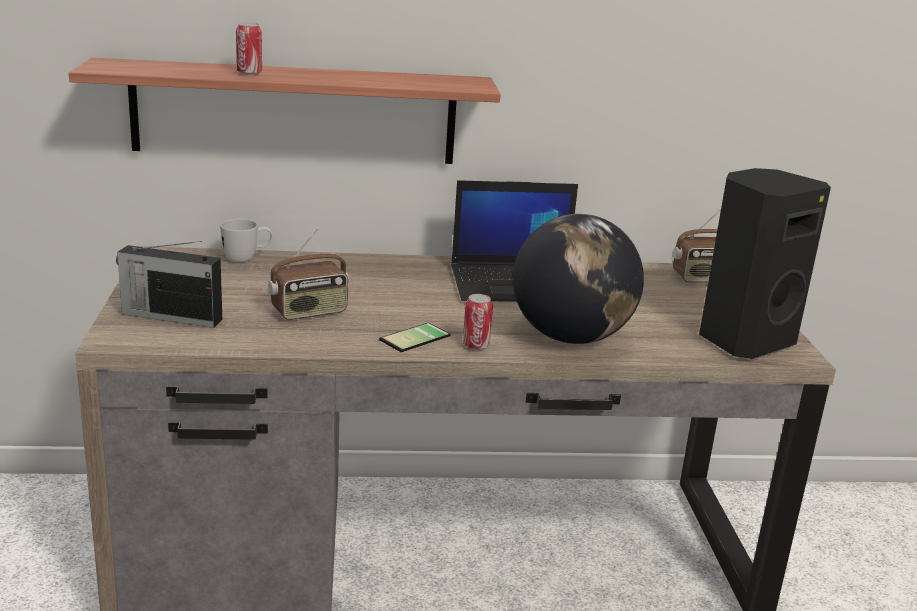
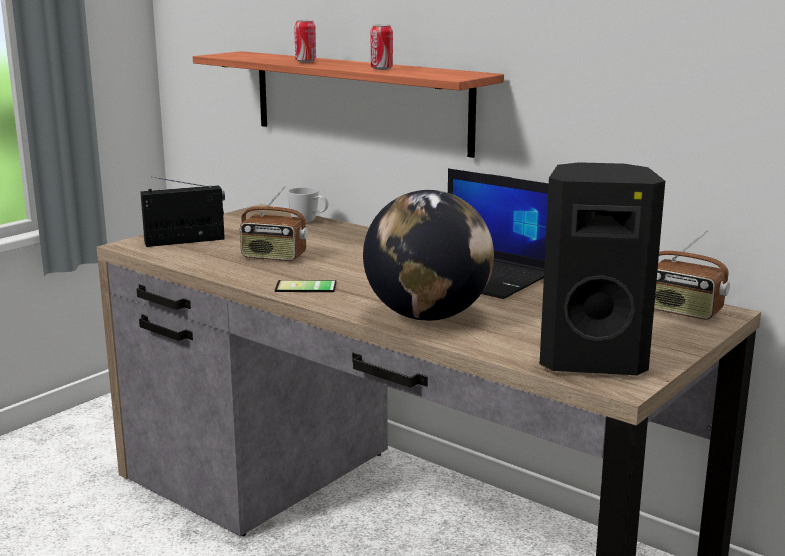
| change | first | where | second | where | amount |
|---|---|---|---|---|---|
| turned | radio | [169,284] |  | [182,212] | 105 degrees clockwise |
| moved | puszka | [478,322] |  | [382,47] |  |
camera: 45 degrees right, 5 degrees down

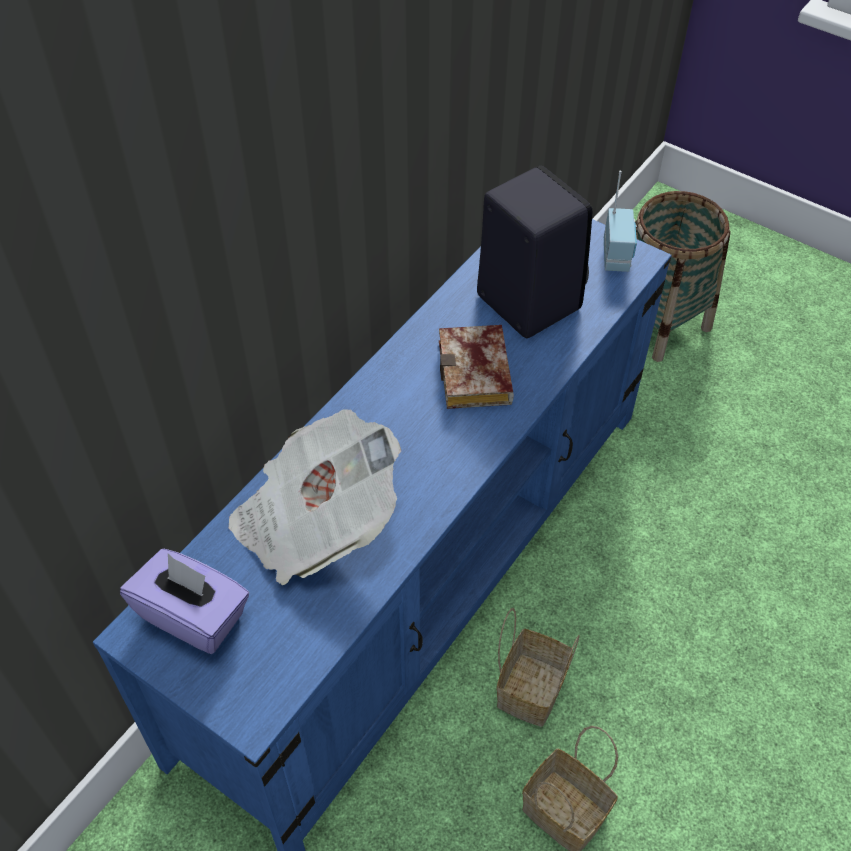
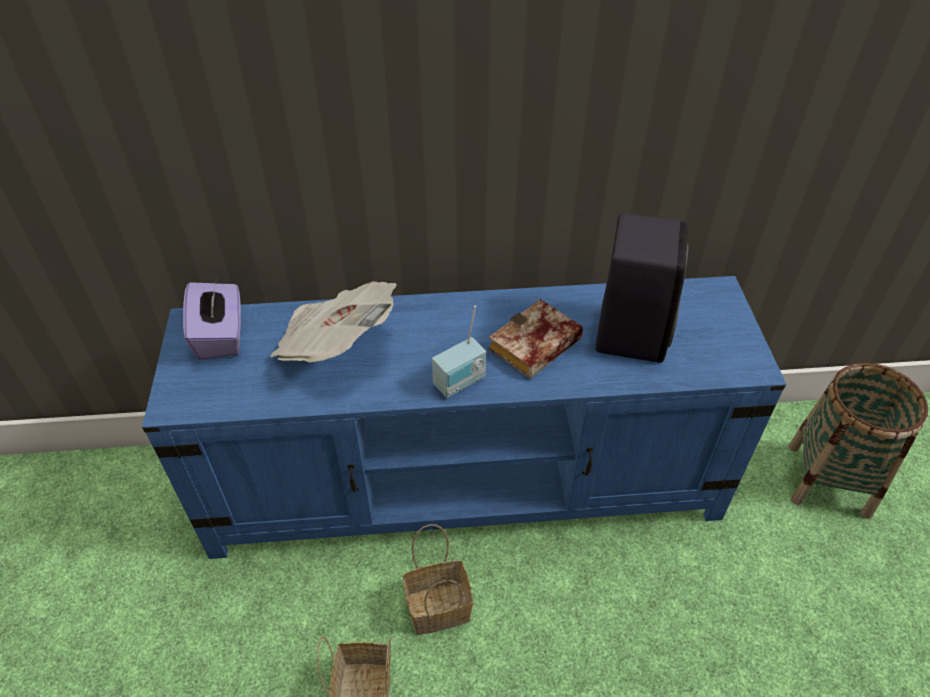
| change | first | where | second | where | amount |
|---|---|---|---|---|---|
| moved | radio | [620,221] |  | [459,351] |  |
camera: 50 degrees right, 5 degrees down

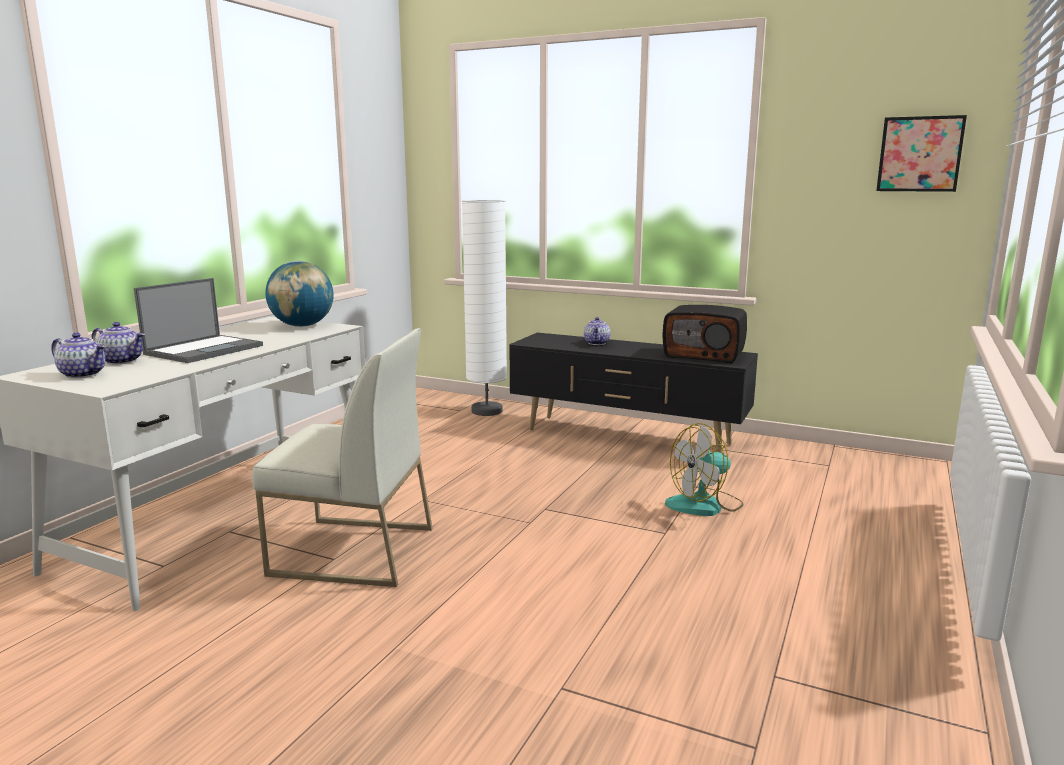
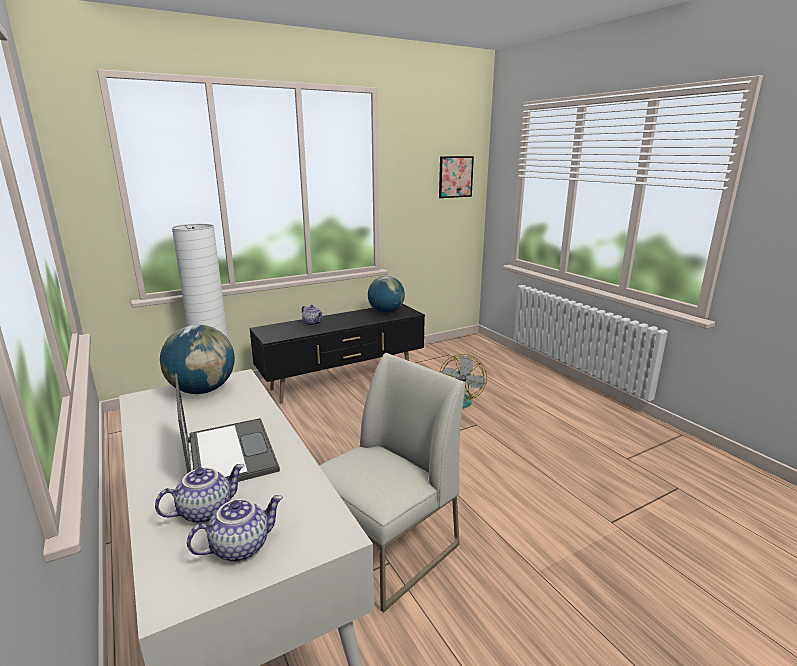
| change | first | where | second | where | amount |
|---|---|---|---|---|---|
| replaced | radio | [705,334] | globus | [386,294] |  |
camera: 55 degrees left, 5 degrees up

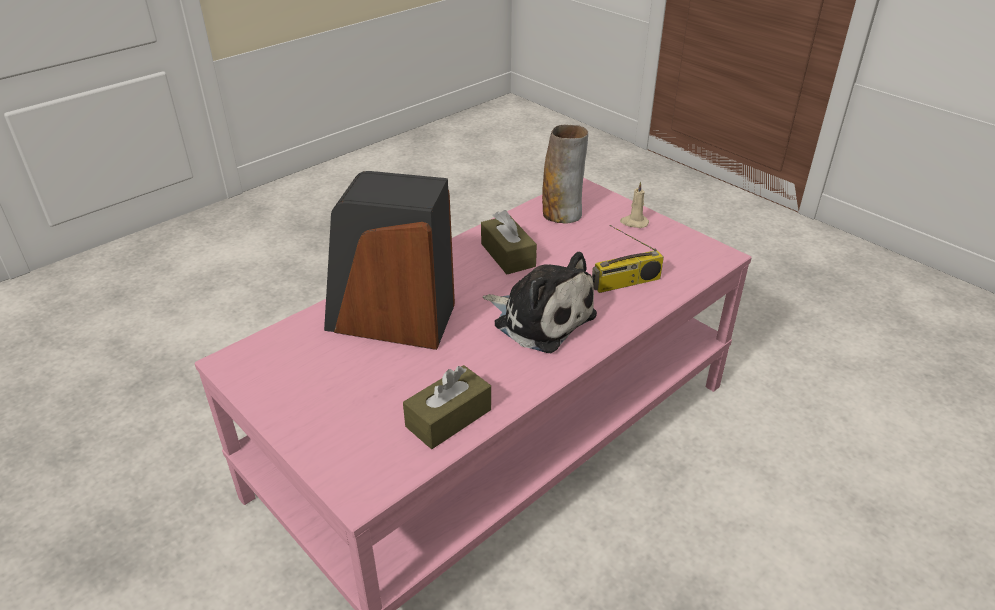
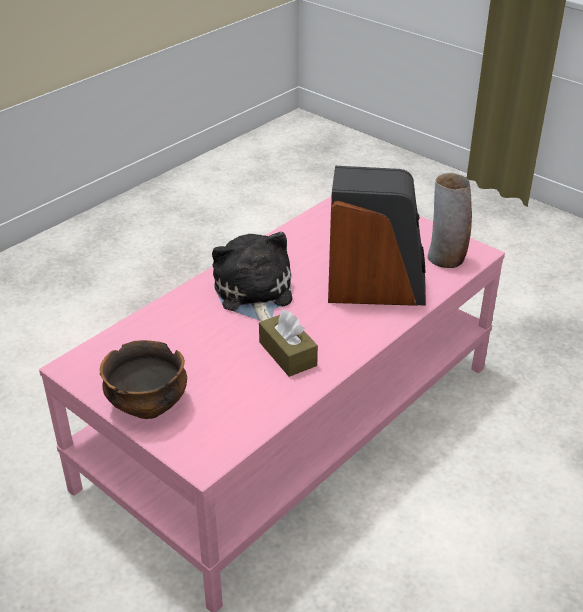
| change | first | where | second | where | amount |
|---|---|---|---|---|---|
| moved | wazon | [565,174] |  | [450,220] |  |
| replaced | świeca/beżowy | [634,204] | miska | [143,379] |  |
| removed | radio | [628,259] |  |  |  |
| turned | pluszak | [540,302] |  | [252,276] | 45 degrees clockwise |
| removed | pudełko chusteczek/brązowy | [447,407] |  |  |  |
camera: 175 degrees right, 0 degrees up

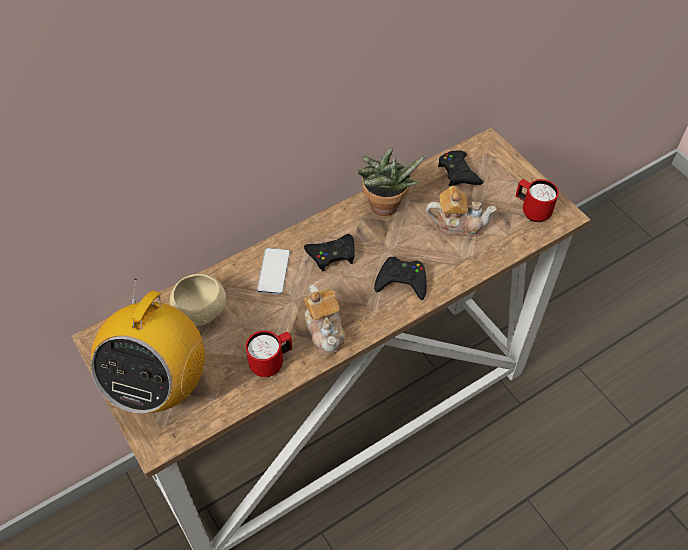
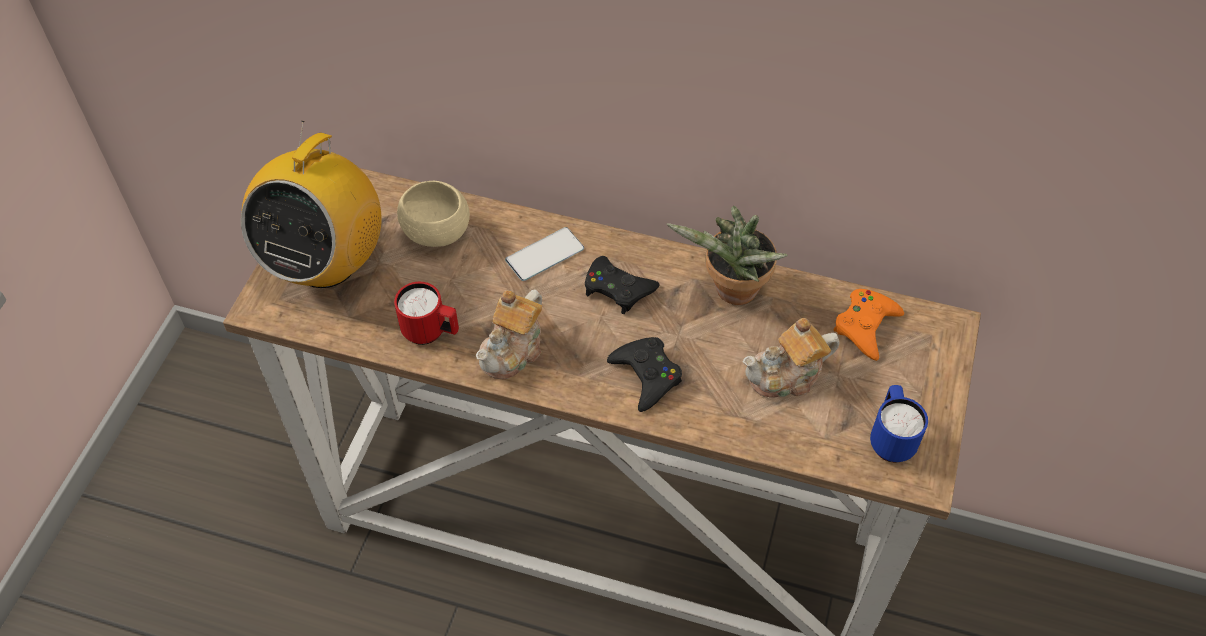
| change | first | where | second | where | amount |
|---|---|---|---|---|---|
| recoloured | pad do gier/czarny | [460,168] | pad do gier/pomarańczowy | [868,325] |  |
| recoloured | kubek/czerwony | [537,200] | kubek/niebieski | [899,424] |  |
| turned | imbryk | [461,211] |  | [791,358] | 105 degrees clockwise |
| turned | radio | [148,346] |  | [311,204] | 45 degrees counterclockwise |
camera: 50 degrees right, 0 degrees up

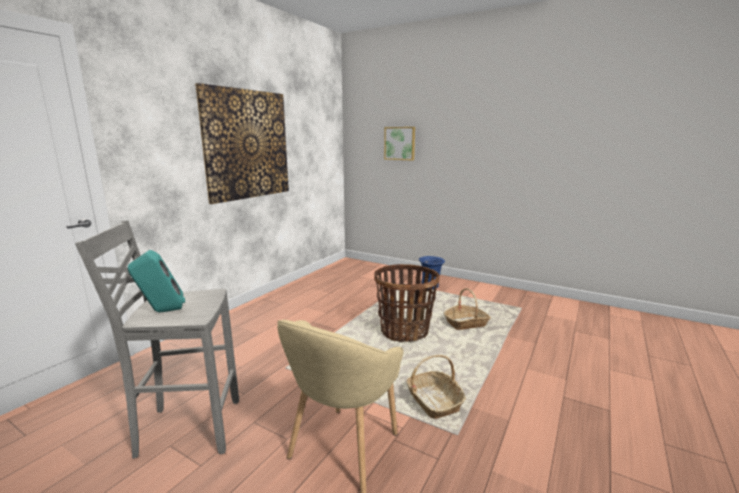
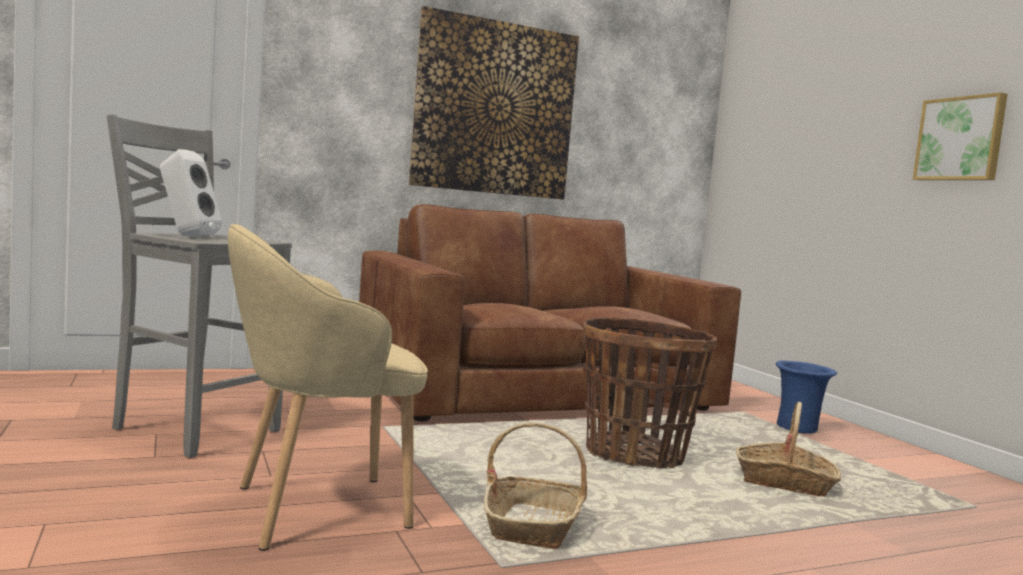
| change | first | where | second | where | amount |
|---|---|---|---|---|---|
| moved | obraz | [399,144] |  | [960,136] |  |
| recoloured | głośnik/turkusowy | [156,281] | głośnik/biały | [191,193] |  |
| added |  |  | kanapa/brązowy | [550,313] |  |
camera: 35 degrees right, 10 degrees down

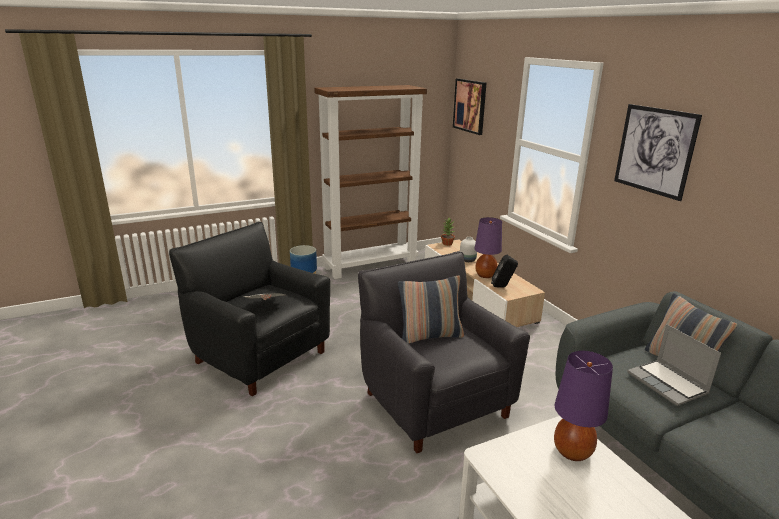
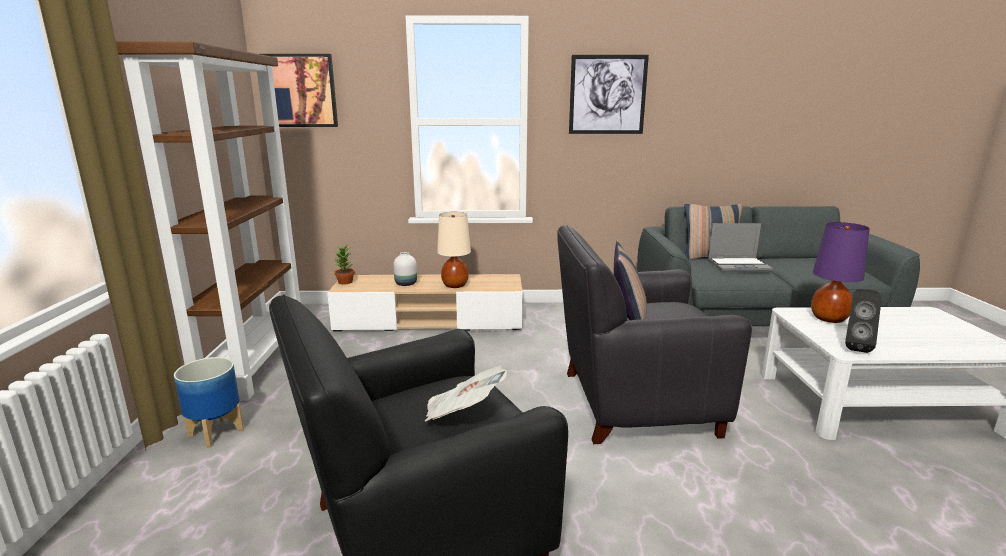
| change | first | where | second | where | amount |
|---|---|---|---|---|---|
| recoloured | lampa stołowa/fioletowy | [488,247] | lampa stołowa/beżowy | [454,250] |  |
| moved | głośnik/czarny | [504,271] |  | [863,321] |  |
camera: 65 degrees left, 5 degrees down

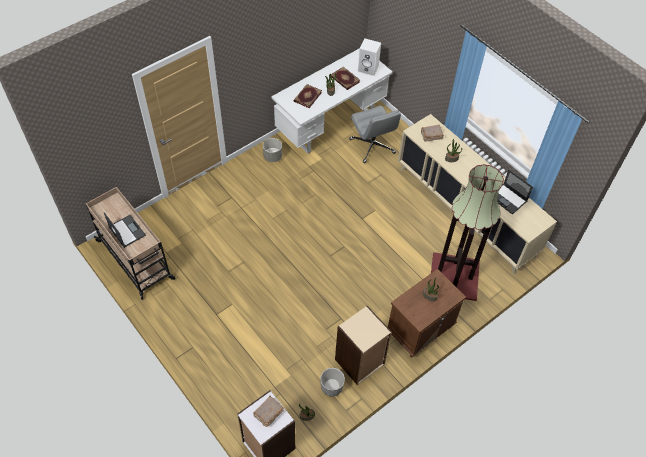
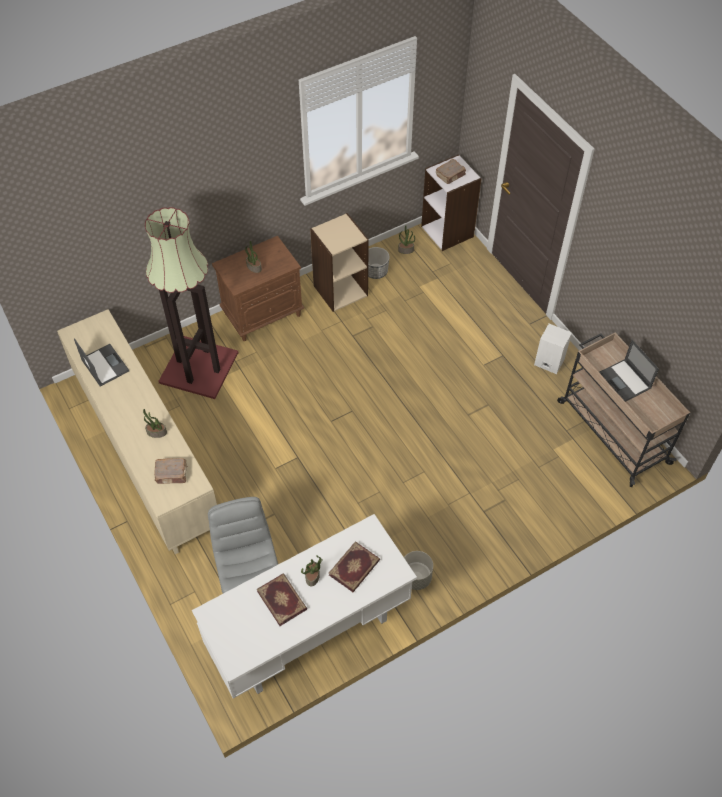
| change | first | where | second | where | amount |
|---|---|---|---|---|---|
| moved | głośnik/biały | [369,57] |  | [553,349] |  |
camera: 170 degrees left, 0 degrees up

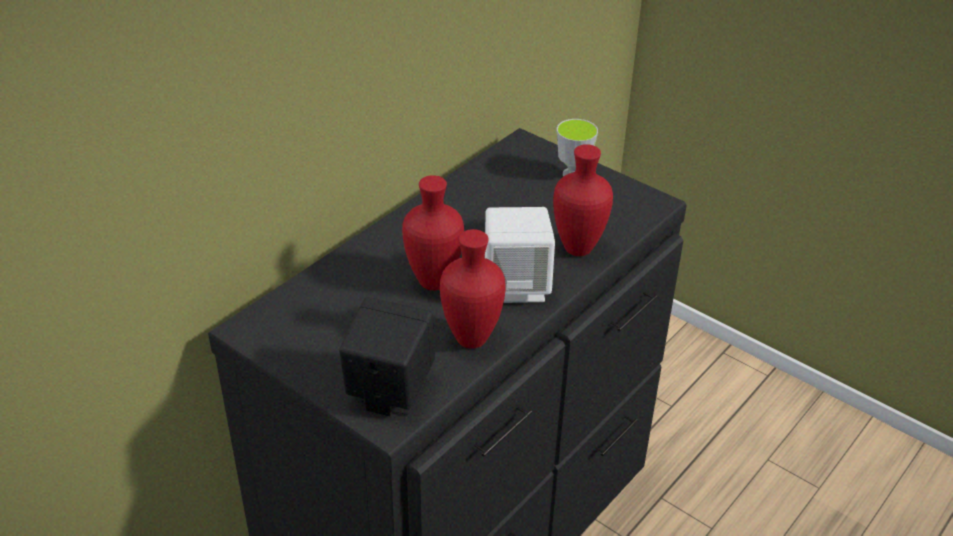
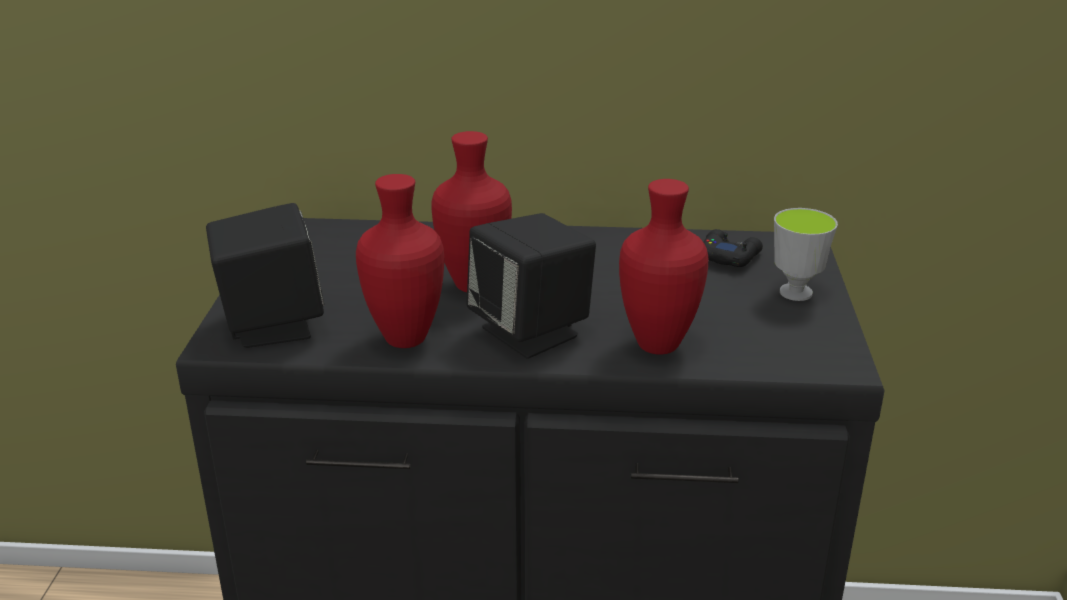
| change | first | where | second | where | amount |
|---|---|---|---|---|---|
| recoloured | głośnik/biały | [520,255] | głośnik/czarny | [531,286] |  |
| added |  |  | pad do gier/czarny | [733,248] |  |
camera: 55 degrees right, 10 degrees down

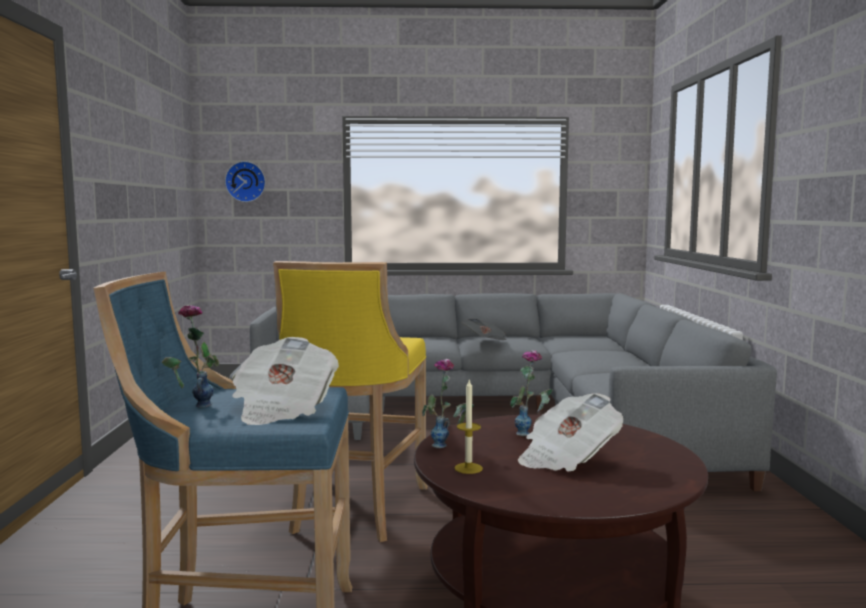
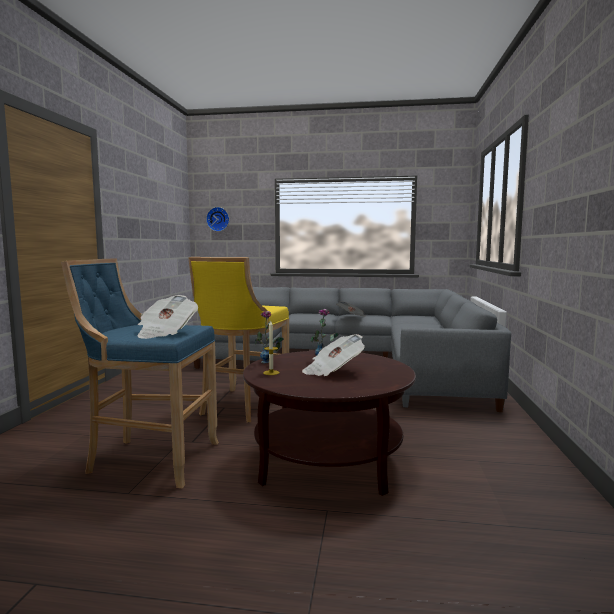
| change | first | where | second | where | amount |
|---|---|---|---|---|---|
| removed | wazon | [190,356] |  |  |  |
camera: 10 degrees right, 0 degrees up

